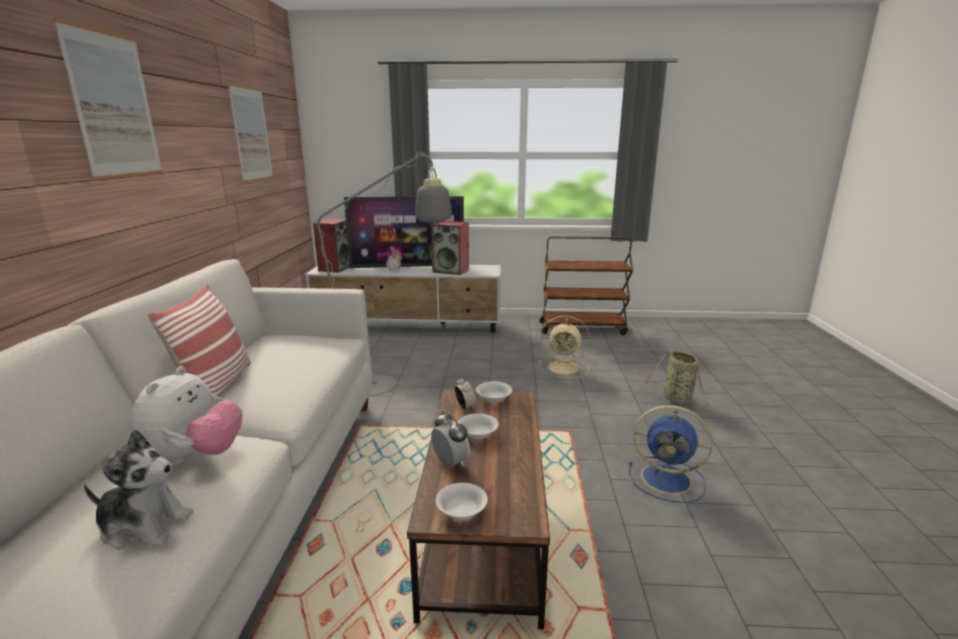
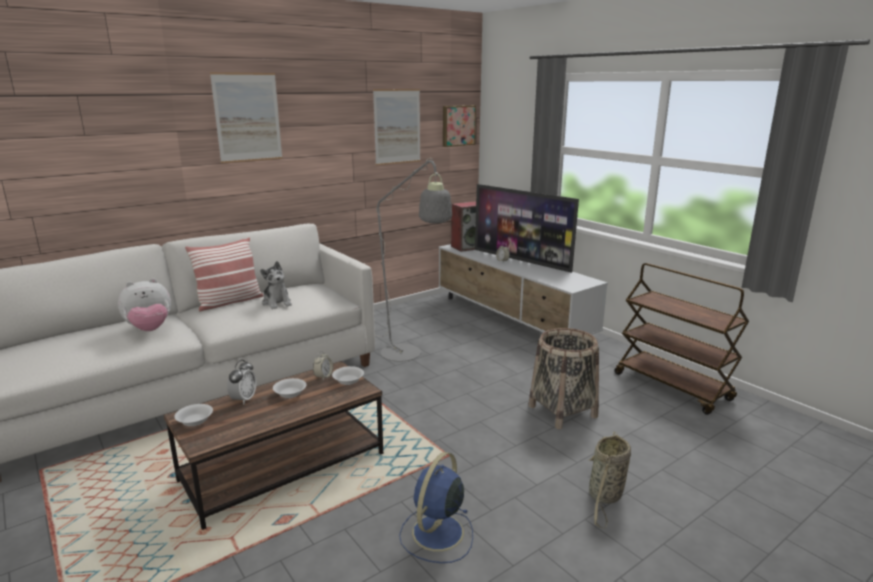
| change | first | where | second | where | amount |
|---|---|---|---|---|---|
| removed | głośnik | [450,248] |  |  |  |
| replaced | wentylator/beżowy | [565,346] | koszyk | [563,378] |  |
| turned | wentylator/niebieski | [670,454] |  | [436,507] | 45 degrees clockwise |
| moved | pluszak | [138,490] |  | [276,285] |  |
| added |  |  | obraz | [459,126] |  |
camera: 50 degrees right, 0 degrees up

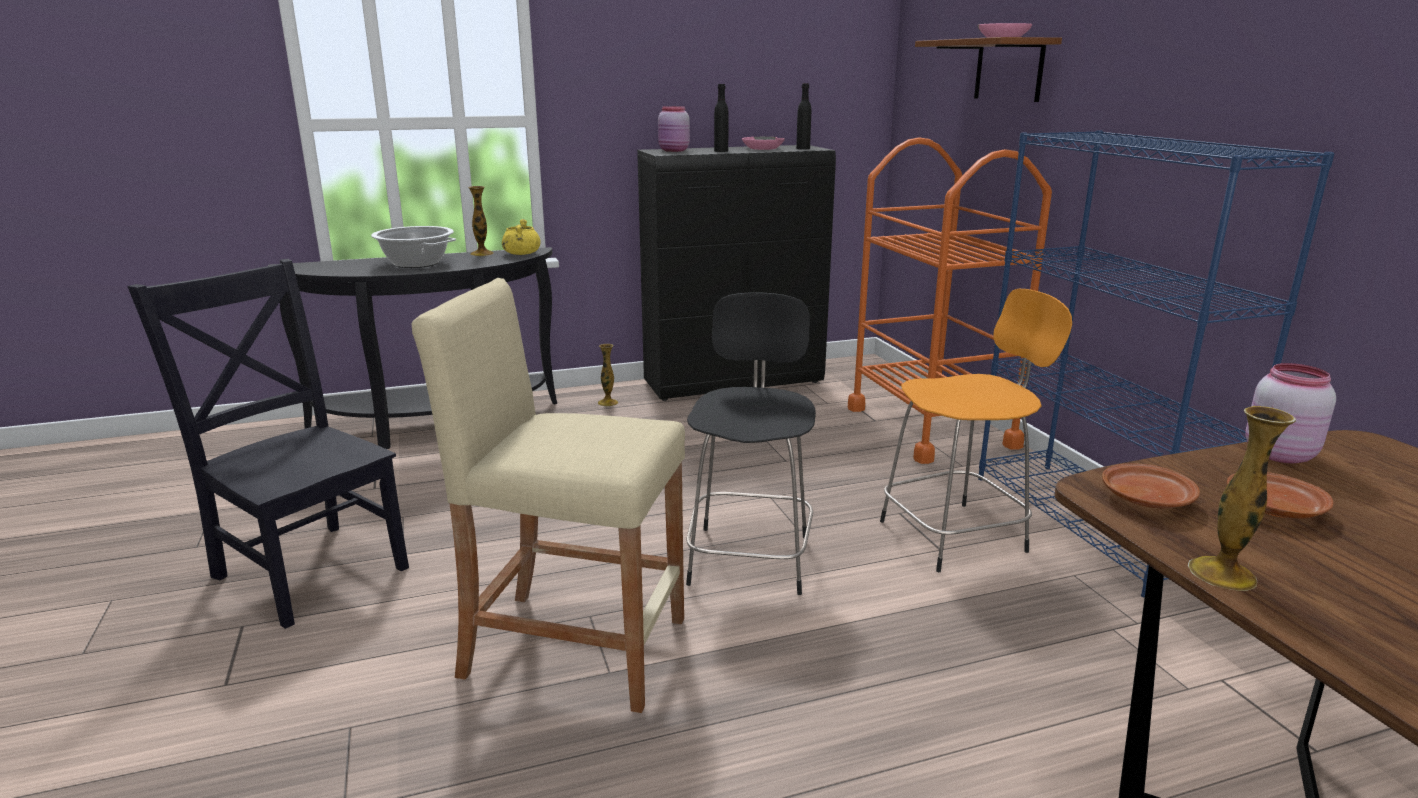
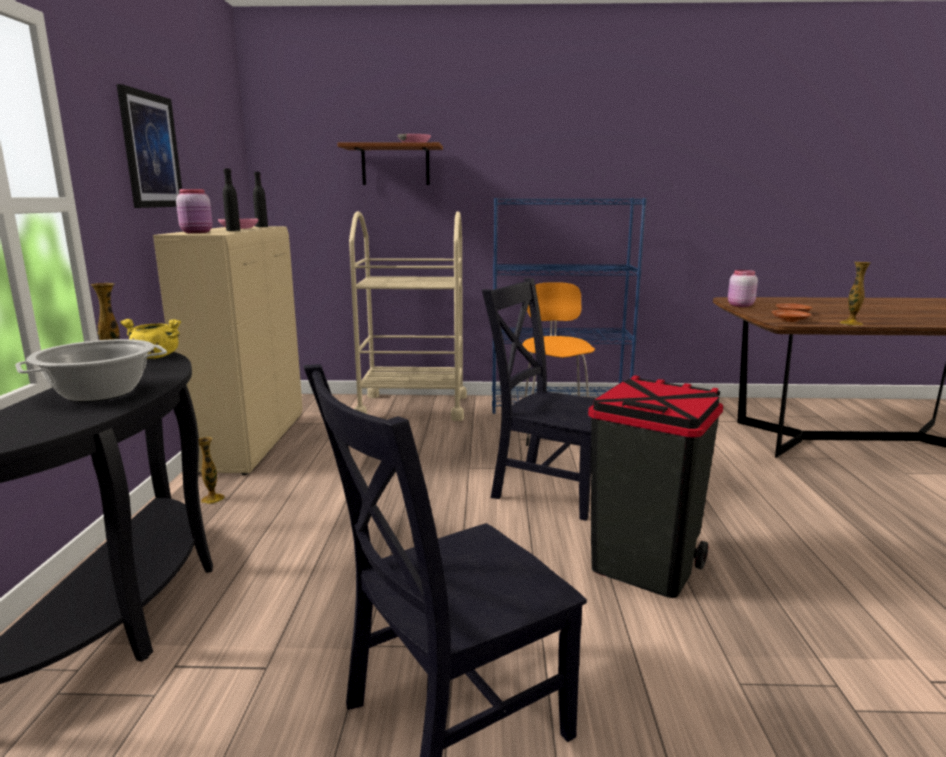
| change | first | where | second | where | amount |
|---|---|---|---|---|---|
| recoloured | wózek/pomarańczowy | [950,300] | wózek/beżowy | [408,316] |  |
| recoloured | szafka/czarny | [736,273] | szafka/beżowy | [227,350] |  |
| replaced | stołek/beżowy | [548,495] | kosz na śmieci/czarny | [655,486] |  |
| replaced | stołek/czarny | [751,443] | krzesło/czarny | [539,399] |  |
| added |  |  | obraz | [149,146] |  |
camera: 70 degrees left, 5 degrees down

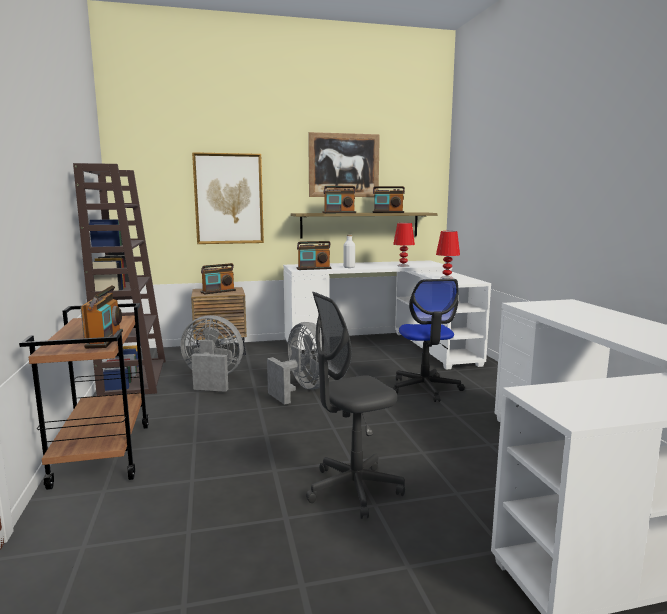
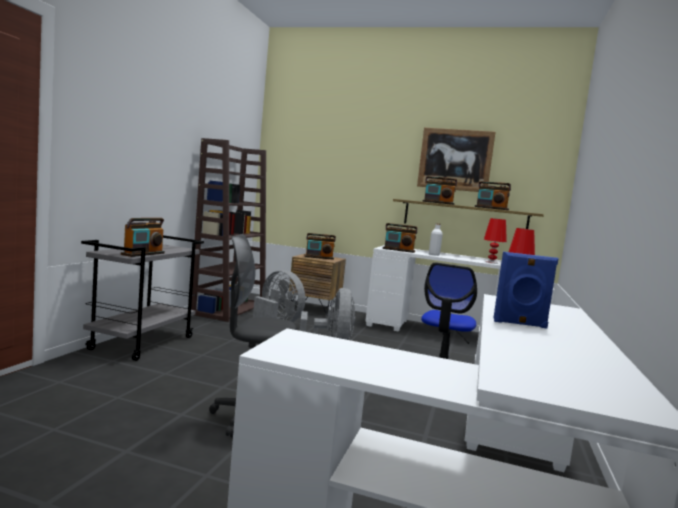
| change | first | where | second | where | amount |
|---|---|---|---|---|---|
| removed | obraz | [228,198] |  |  |  |
| recoloured | wózek/brązowy | [83,396] | wózek/szary | [142,298] |  |
| added |  |  | głośnik/niebieski | [526,290] |  |
camera: 30 degrees right, 5 degrees down

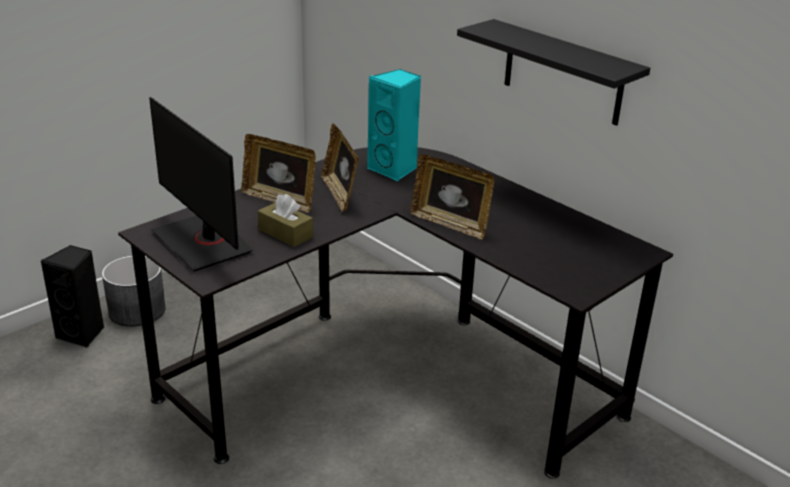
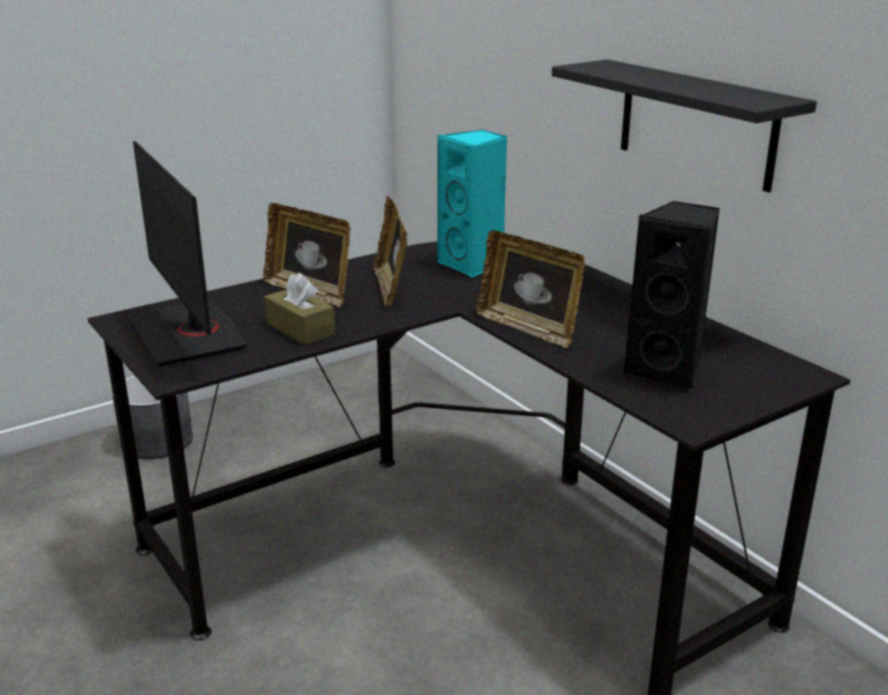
| change | first | where | second | where | amount |
|---|---|---|---|---|---|
| moved | głośnik/czarny | [72,296] |  | [672,296] |  |
camera: 10 degrees right, 5 degrees down

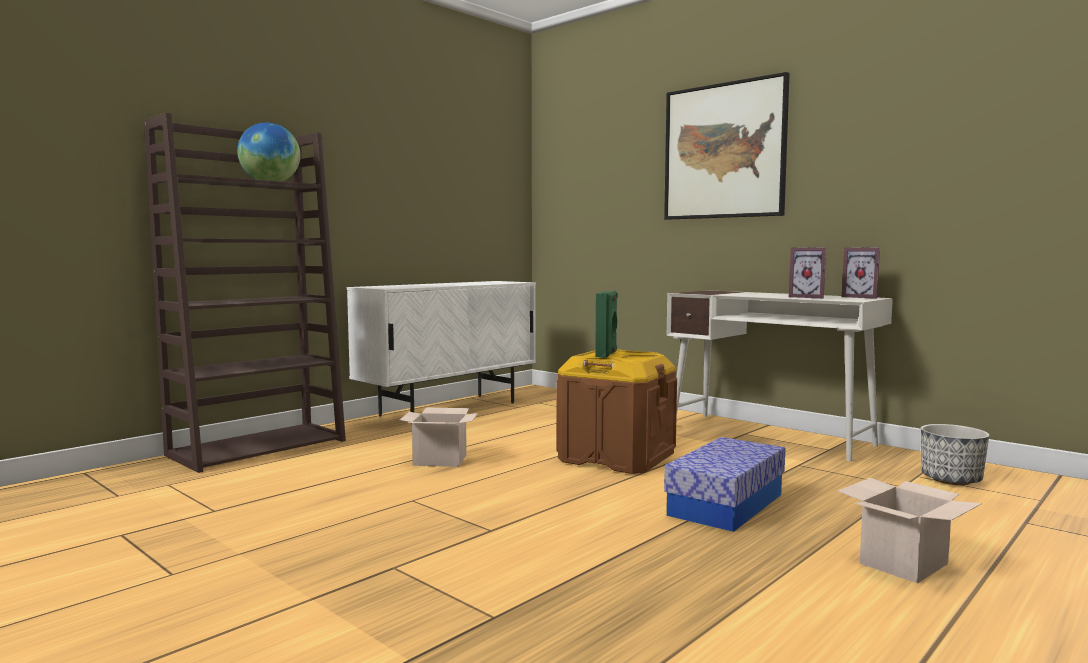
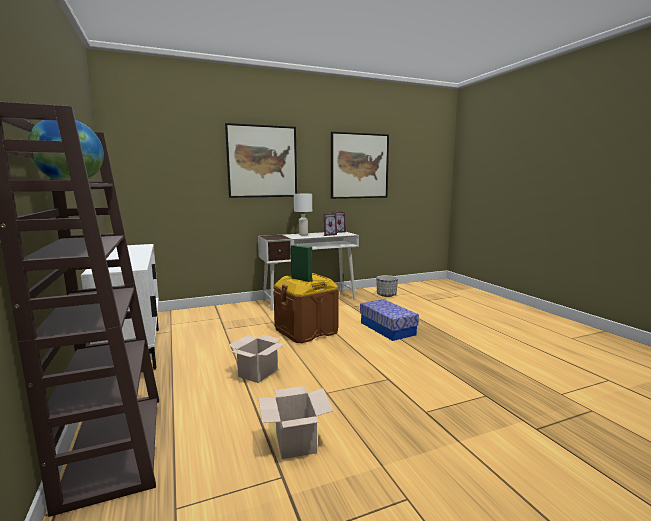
| change | first | where | second | where | amount |
|---|---|---|---|---|---|
| moved | karton | [910,530] |  | [296,422] |  |
| added |  |  | obraz | [360,165] |  |
| added |  |  | lampa stołowa/biały | [303,214] |  |
camera: 65 degrees left, 5 degrees up

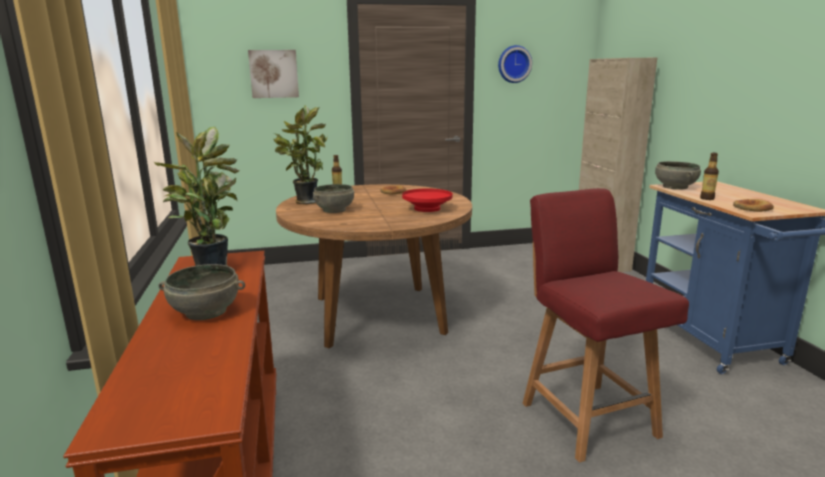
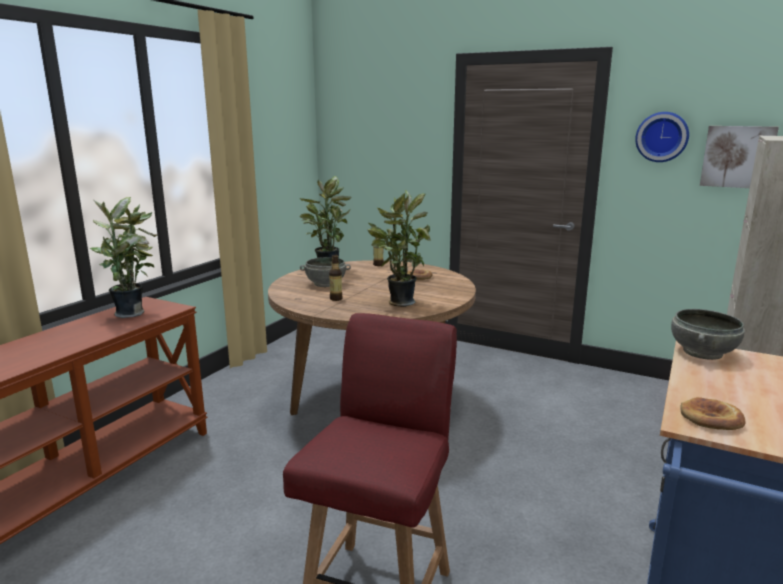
| change | first | where | second | where | amount |
|---|---|---|---|---|---|
| moved | obraz | [273,74] |  | [739,157] |  |
| moved | butelka | [709,176] |  | [336,277] |  |
| replaced | miska/czerwony | [427,200] | roślina doniczkowa | [399,248] |  |
| removed | miska/szary | [201,292] |  |  |  |
camera: 40 degrees right, 0 degrees up

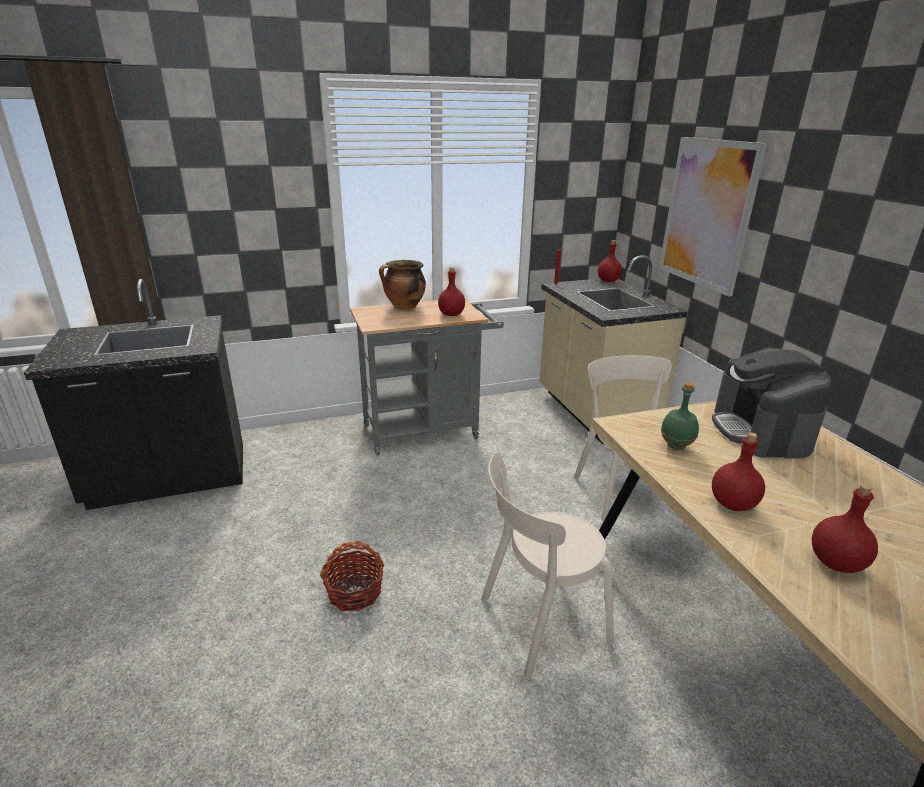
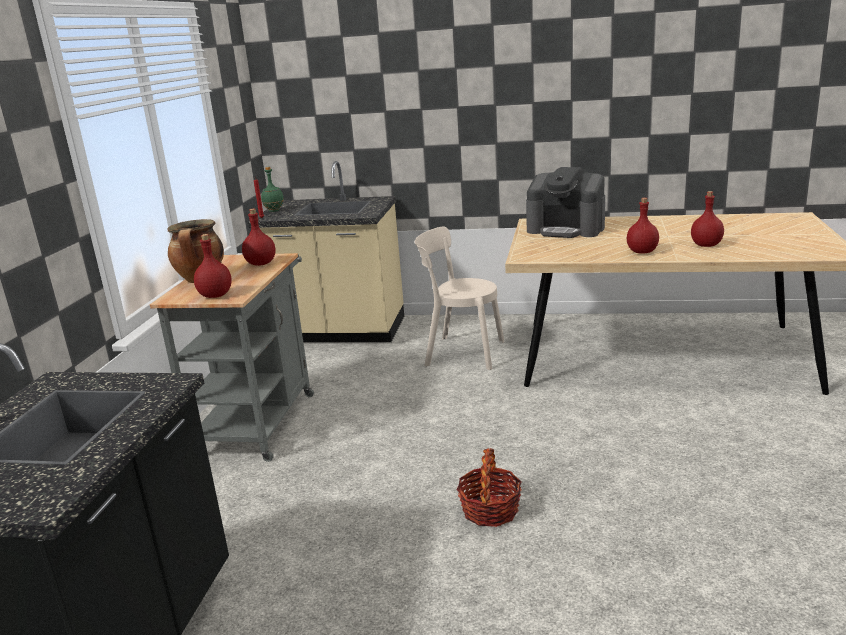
| change | first | where | second | where | amount |
|---|---|---|---|---|---|
| removed | obraz | [713,216] |  |  |  |
| moved | butelka/czerwony | [610,261] |  | [213,266] |  |
| moved | butelka/zielony | [680,416] |  | [272,189] |  |
| removed | krzesło/beżowy | [547,565] |  |  |  |
camera: 60 degrees left, 5 degrees down

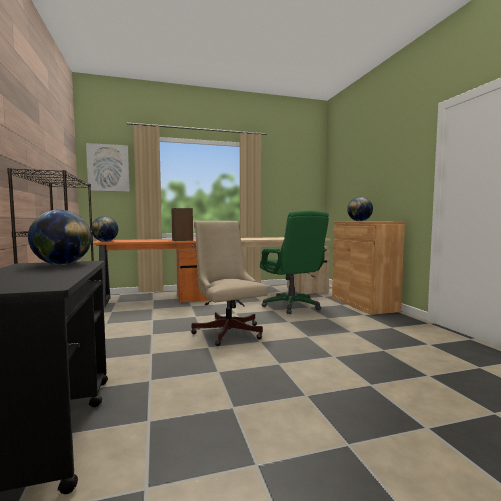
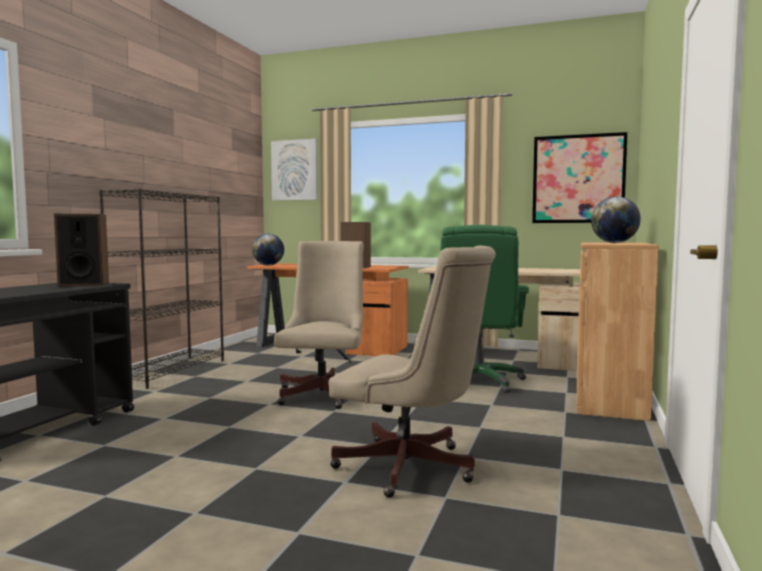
| change | first | where | second | where | amount |
|---|---|---|---|---|---|
| replaced | globus | [59,237] | głośnik | [81,250] |  |
| added |  |  | obraz | [580,177] |  |
| added |  |  | krzesło biurowe/beżowy | [412,372] |  |
camera: 35 degrees right, 0 degrees up

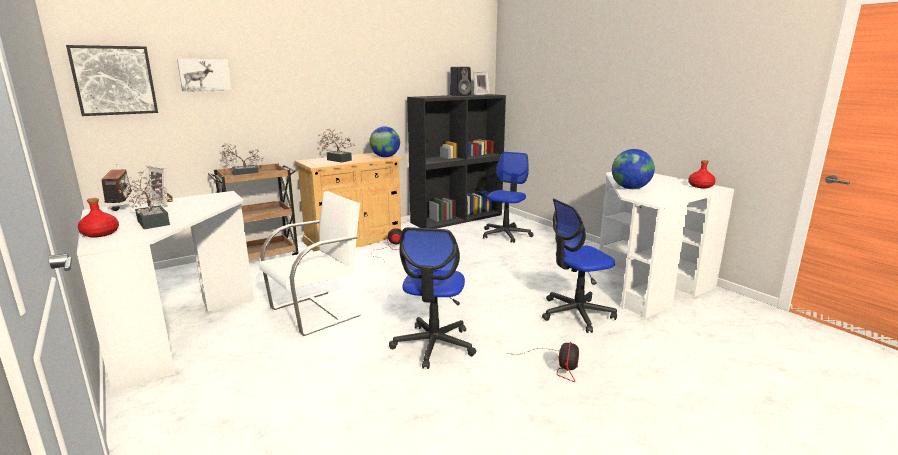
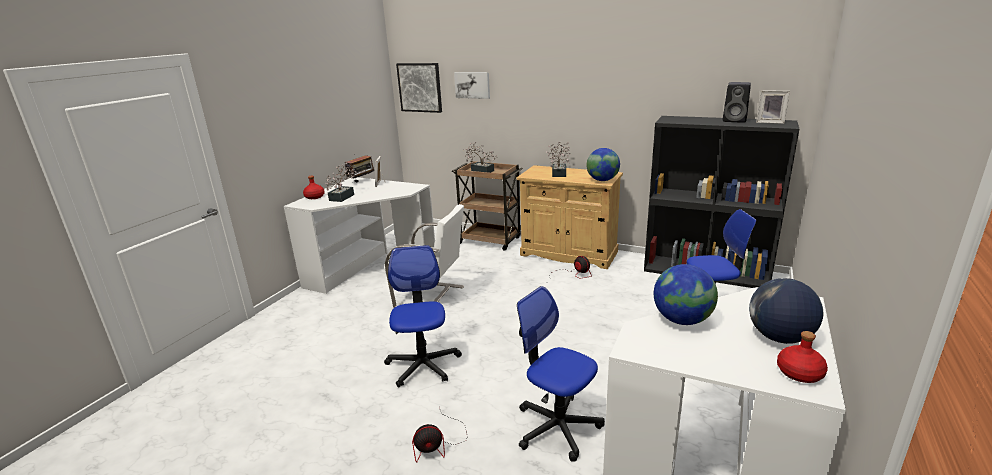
| change | first | where | second | where | amount |
|---|---|---|---|---|---|
| turned | krzesło biurowe | [432,298] |  | [423,316] | 105 degrees clockwise |
| added |  |  | globus | [786,311] |  |
camera: 60 degrees right, 5 degrees up

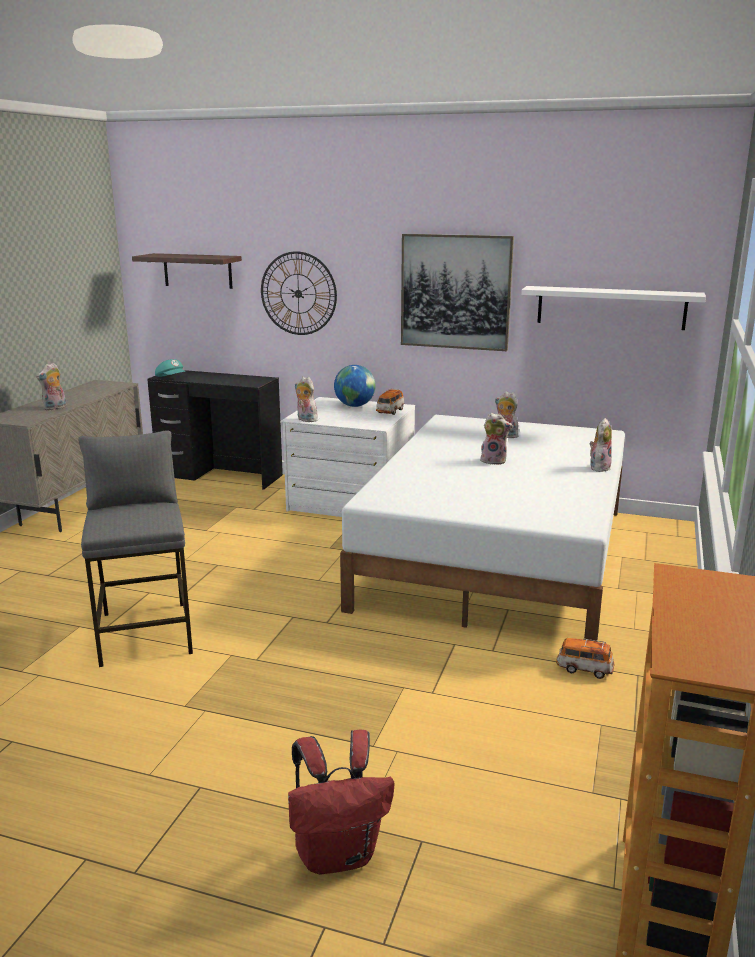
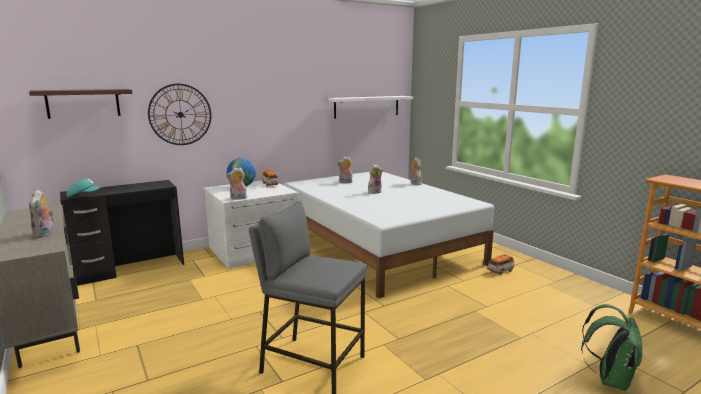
| change | first | where | second | where | amount |
|---|---|---|---|---|---|
| removed | obraz | [457,292] |  |  |  |
| recoloured | plecak/czerwony | [341,801] | plecak/zielony | [611,347] |  |
camera: 50 degrees left, 5 degrees down

